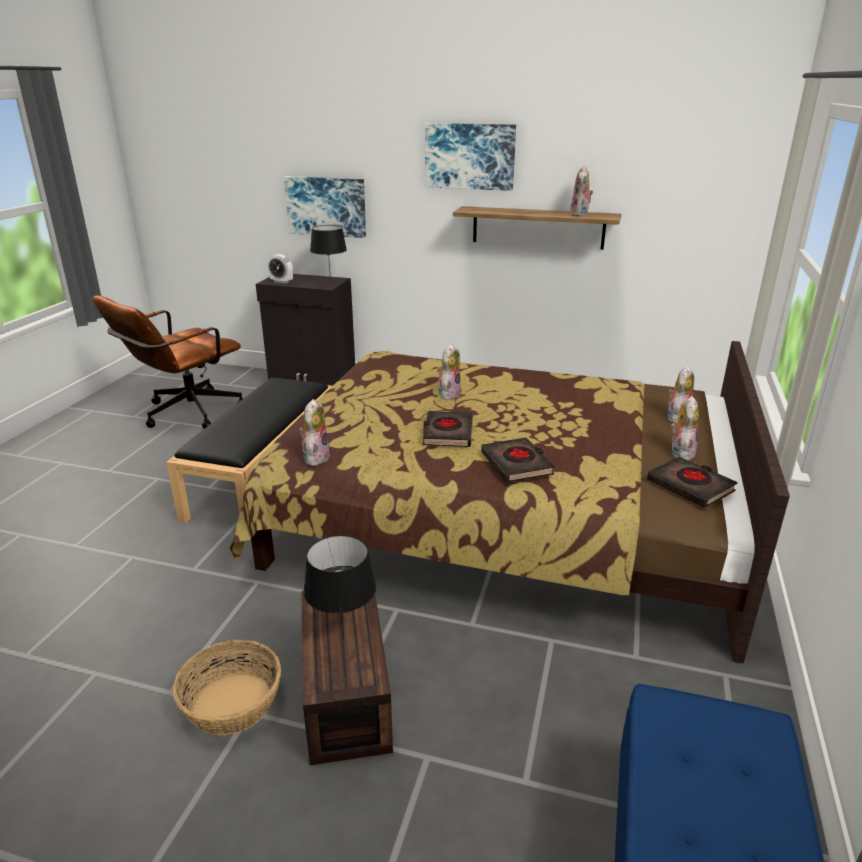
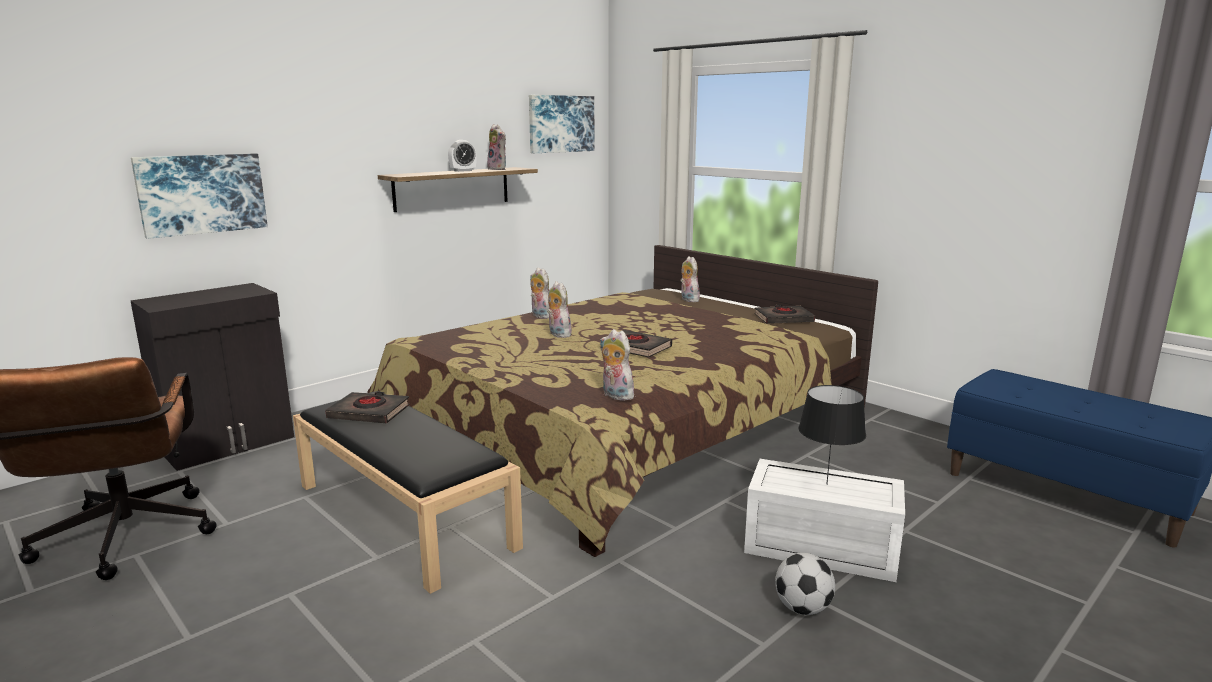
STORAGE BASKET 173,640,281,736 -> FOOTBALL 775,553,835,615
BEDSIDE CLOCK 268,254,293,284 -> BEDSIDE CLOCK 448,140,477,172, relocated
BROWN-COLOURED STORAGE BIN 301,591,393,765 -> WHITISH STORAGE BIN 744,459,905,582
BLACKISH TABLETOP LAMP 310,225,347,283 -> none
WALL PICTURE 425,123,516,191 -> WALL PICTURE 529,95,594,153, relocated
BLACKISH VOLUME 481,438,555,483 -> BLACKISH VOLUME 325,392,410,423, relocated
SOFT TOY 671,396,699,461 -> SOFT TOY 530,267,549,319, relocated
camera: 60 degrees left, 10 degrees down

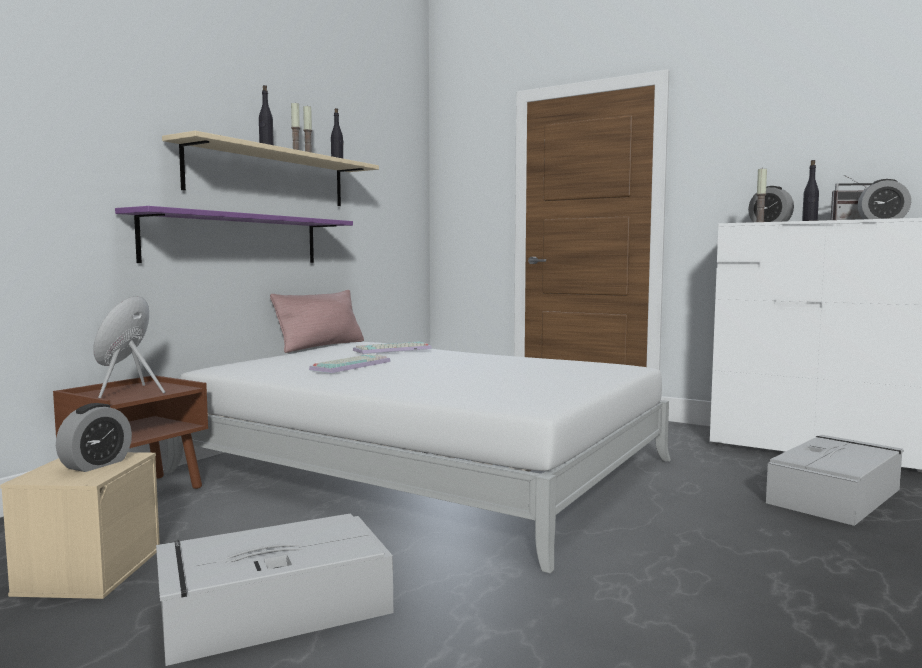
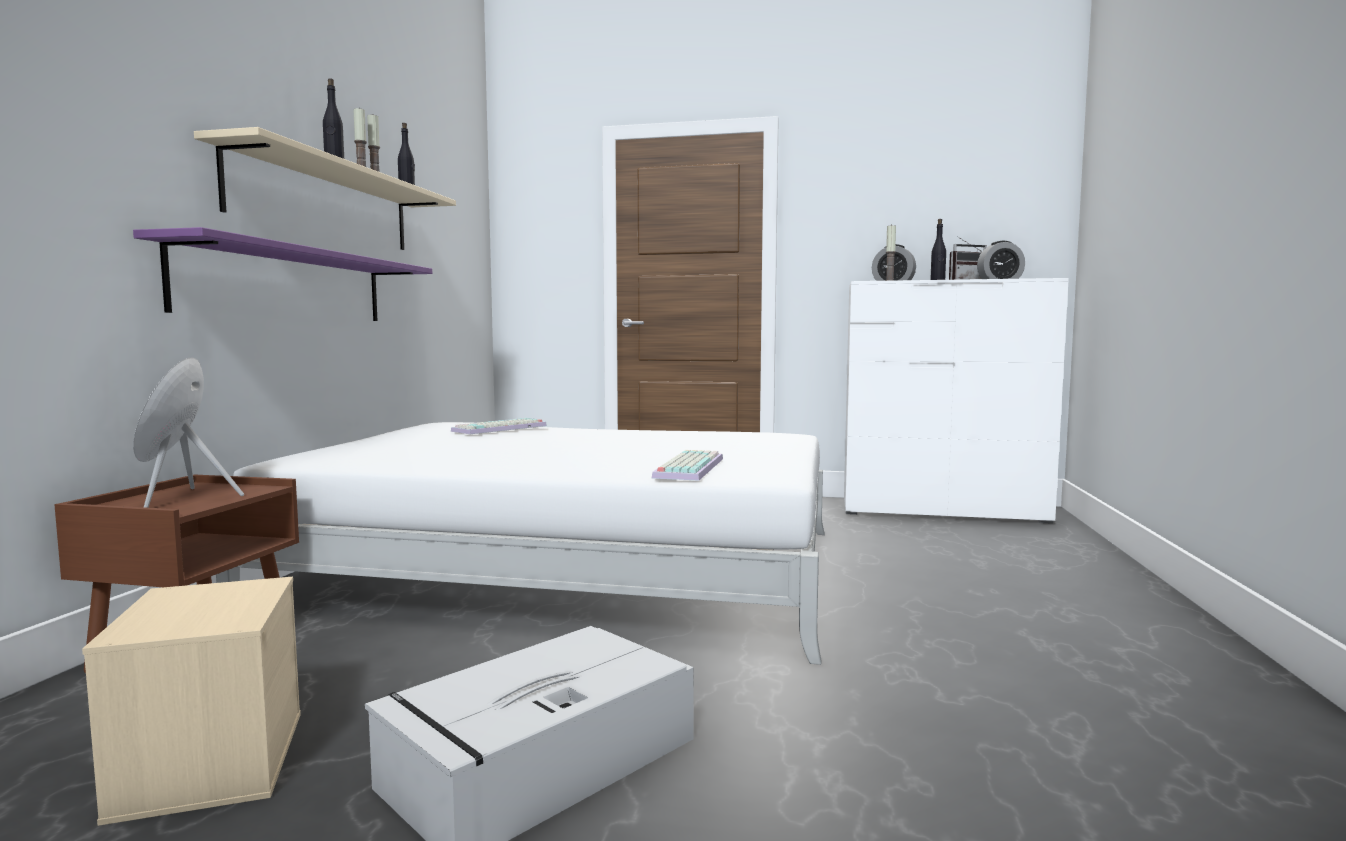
BEDSIDE CLOCK 56,403,132,472 -> none
PINKISH THROW PILLOW 270,290,364,353 -> none
PC KEYBOARD 309,354,391,373 -> PC KEYBOARD 652,450,723,481, relocated
GREY STORAGE BIN 766,435,904,526 -> none
camera: 20 degrees left, 0 degrees up

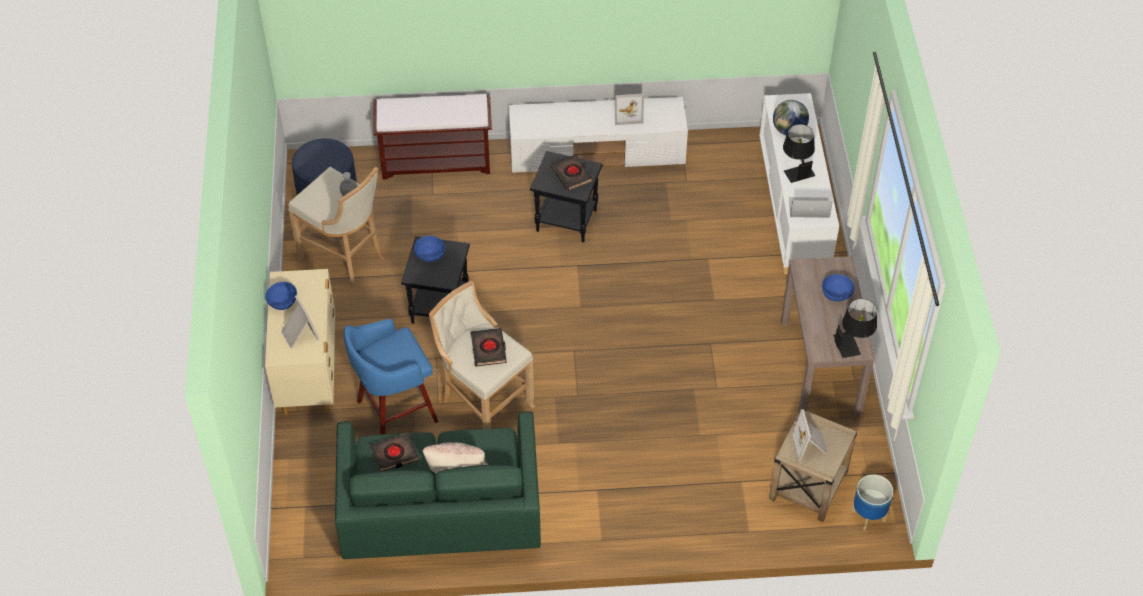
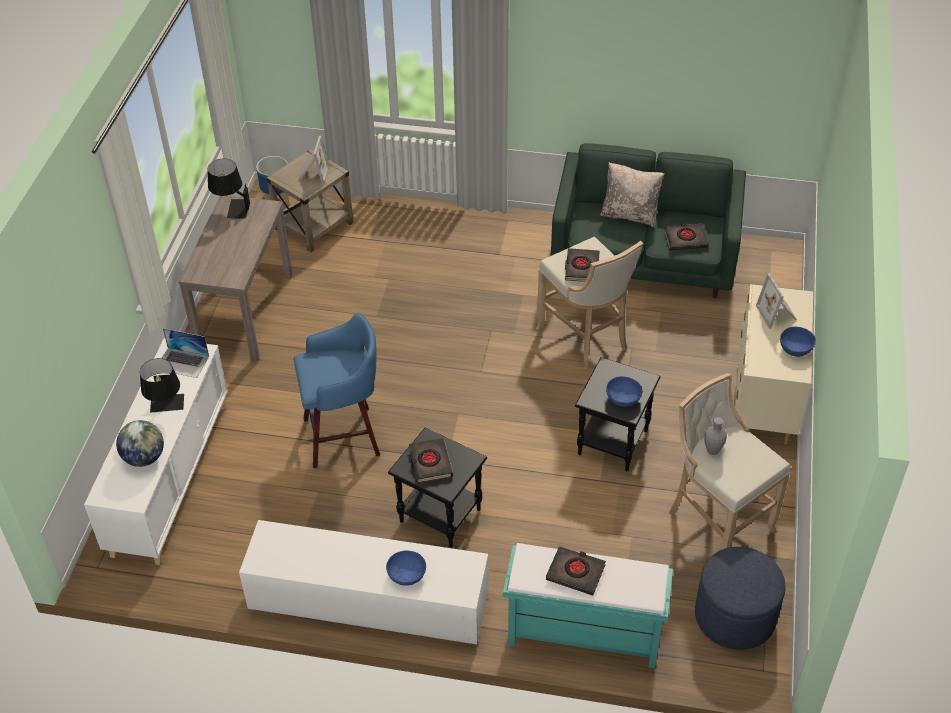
BLUE STOOL SEAT 344,319,439,435 -> BLUE STOOL SEAT 294,313,380,468, relocated
BROWN-COLOURED BENCH 374,94,492,180 -> TURQUOISE-COLOURED BENCH 503,543,673,668
PHOTO FRAME 615,94,644,125 -> none
BLUE SERVING BOWL 822,274,854,301 -> BLUE SERVING BOWL 386,550,426,586, relocated
none -> BLACKISH VOLUME 546,546,606,595
camera: 165 degrees left, 5 degrees down

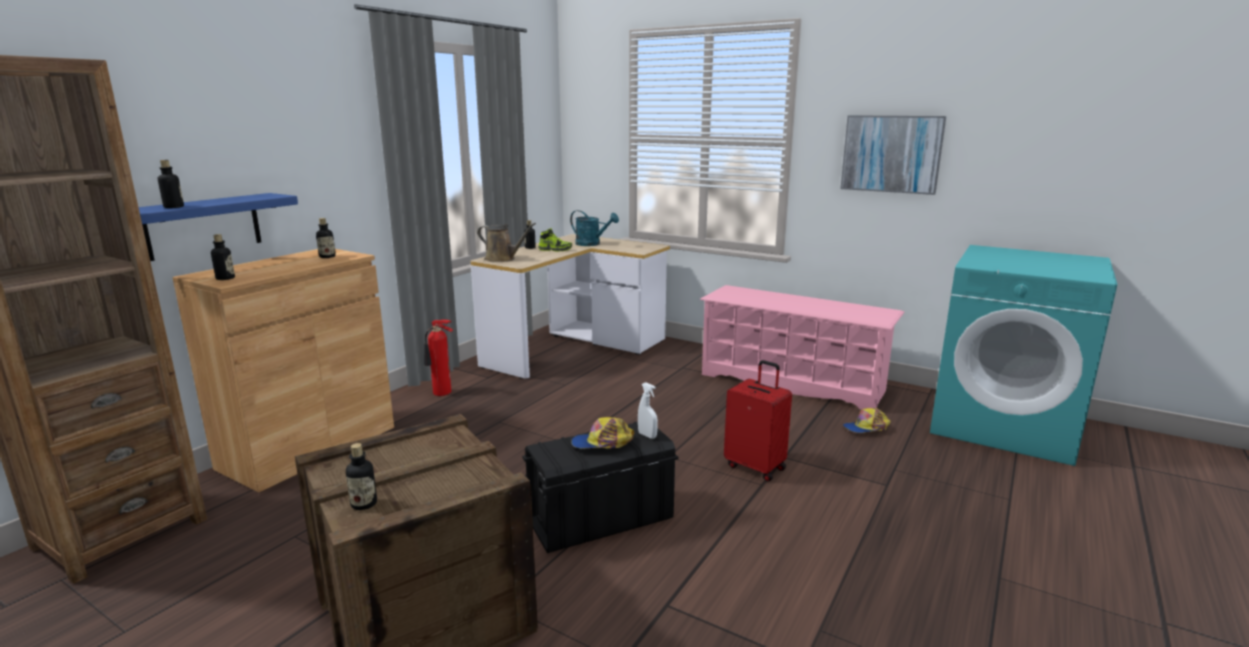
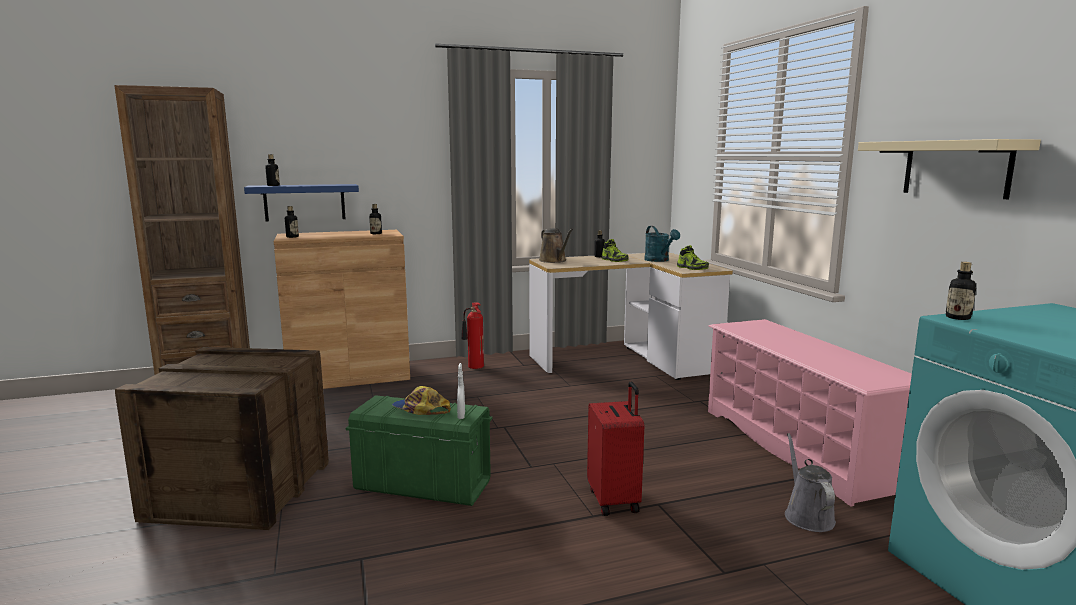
BEVERAGE BOTTLE 346,443,377,510 -> BEVERAGE BOTTLE 946,262,976,320, relocated
BLACKISH STORAGE BIN 522,421,679,553 -> GREENISH STORAGE BIN 346,395,492,506
WALL PICTURE 841,115,946,195 -> BEIGE-COLOURED WALL SHELF 858,139,1041,199
BASEBALL CAP 843,408,891,433 -> GREY WATERING CAN 785,433,836,532
none -> ITEM OF FOOTWEAR 677,245,709,270
camera: 40 degrees right, 5 degrees down

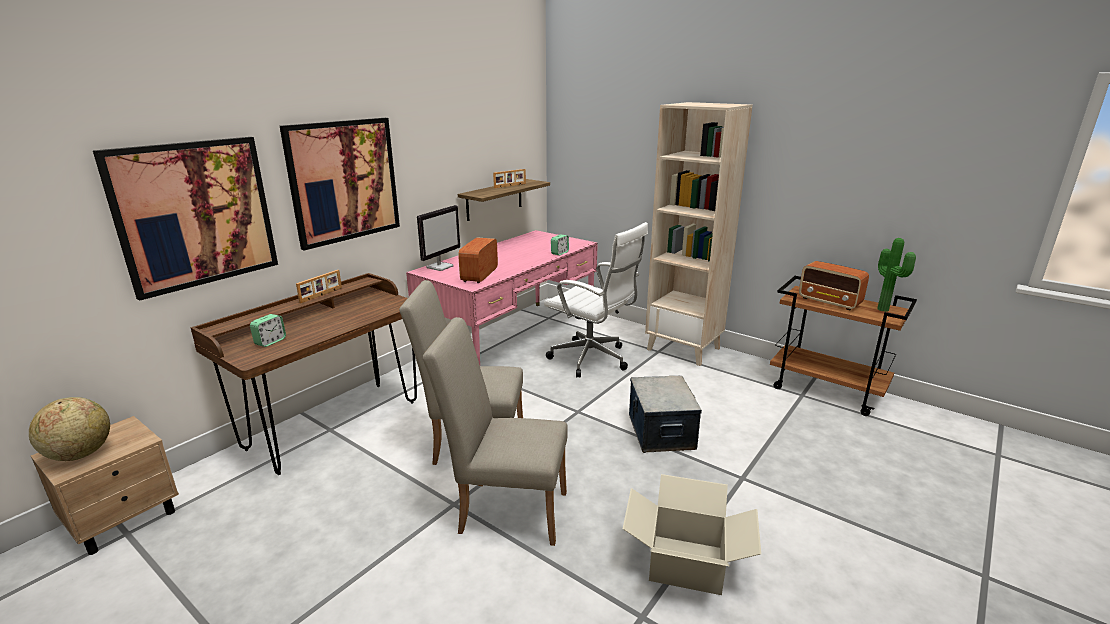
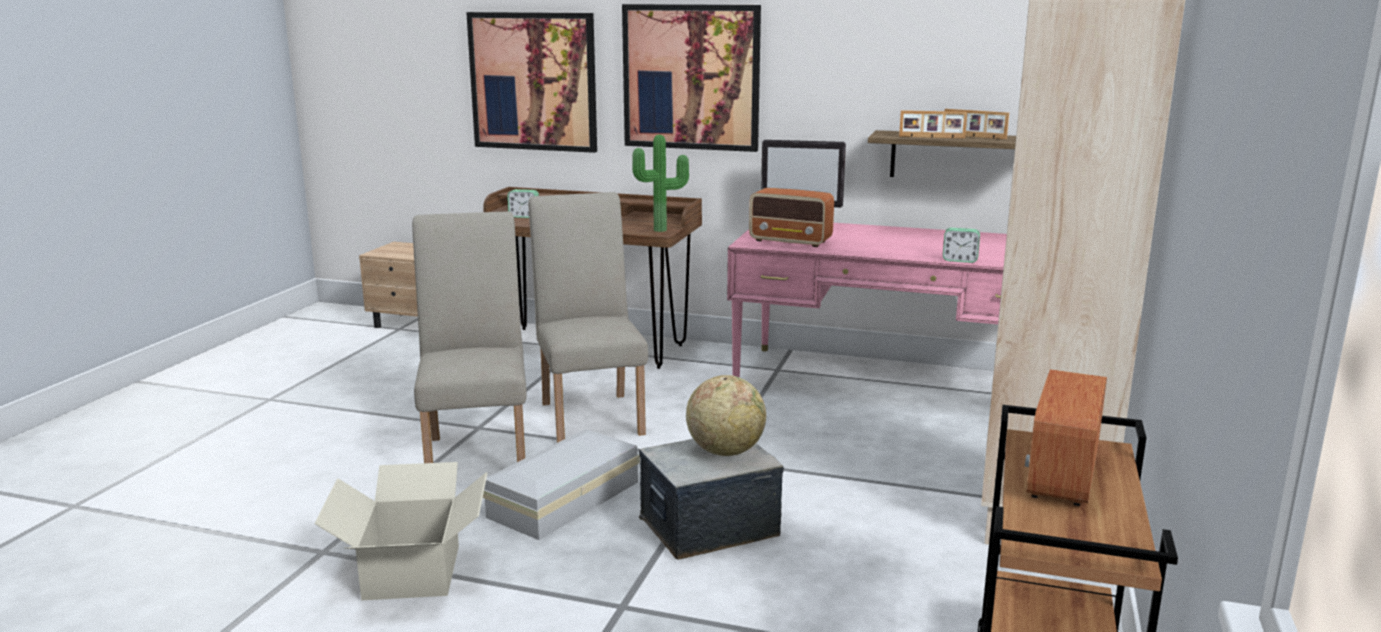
GLOBE 29,397,110,461 -> GLOBE 686,375,766,456, relocated
PHOTO FRAME 296,270,342,303 -> PHOTO FRAME 899,110,967,138, relocated
RADIO 458,237,498,283 -> RADIO 749,188,834,247, 150 degrees counterclockwise
WHITISH DESK CHAIR 544,222,648,377 -> none
POTTED PLANT 877,238,916,312 -> POTTED PLANT 632,135,689,232, relocated
none -> WHITISH STORAGE BIN 483,429,640,540
camera: 70 degrees right, 5 degrees down

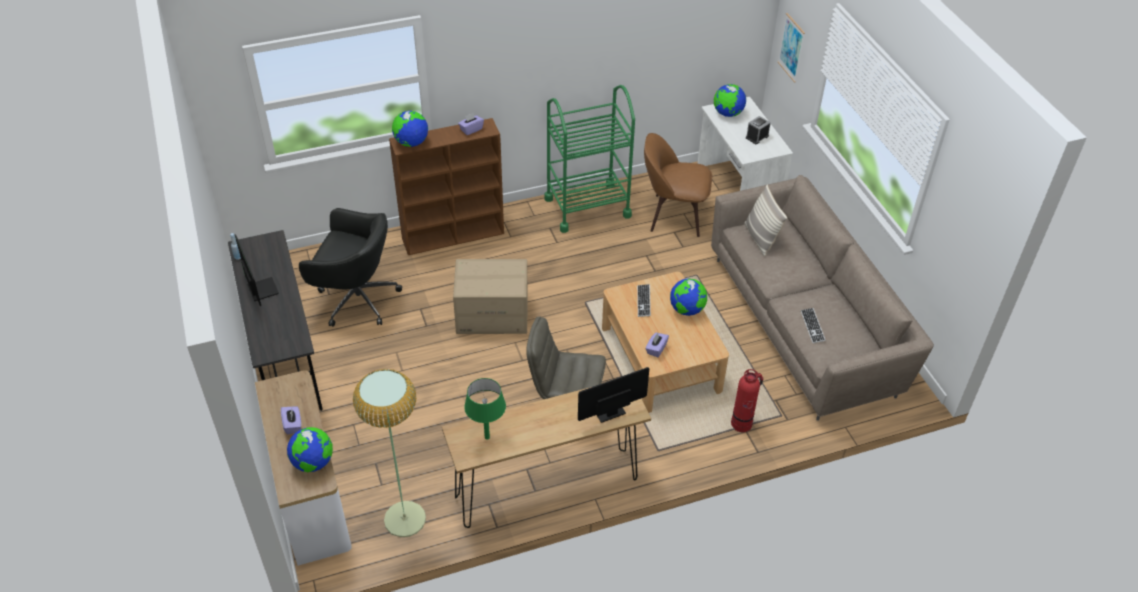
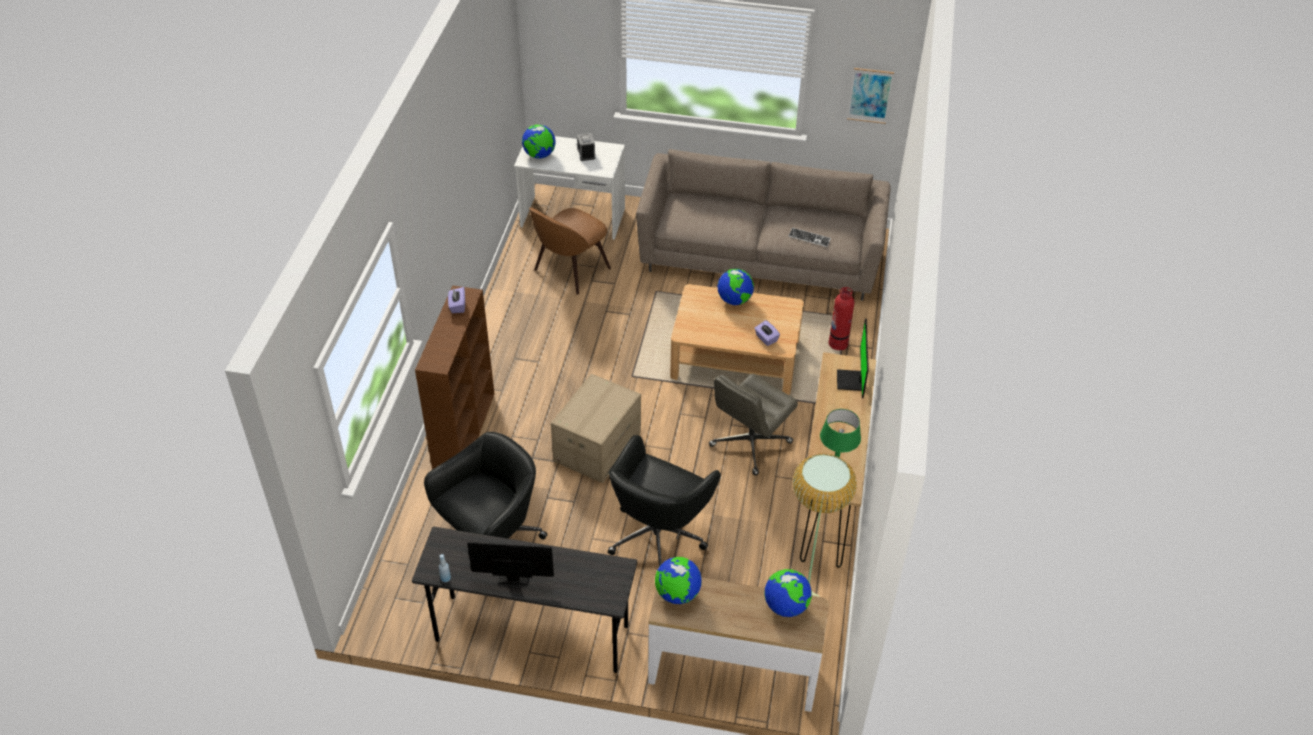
PURPLISH TISSUE BOX 281,406,301,434 -> none
GLOBE 392,111,428,147 -> GLOBE 655,557,702,604, relocated
GREENISH CART 544,85,635,233 -> none
PC KEYBOARD 637,284,651,317 -> none
THROW PILLOW 744,185,788,256 -> none
WALL PICTURE 778,13,805,82 -> WALL PICTURE 847,68,894,124, relocated
none -> BLACKISH DESK CHAIR 608,435,721,567
camera: 60 degrees left, 0 degrees up

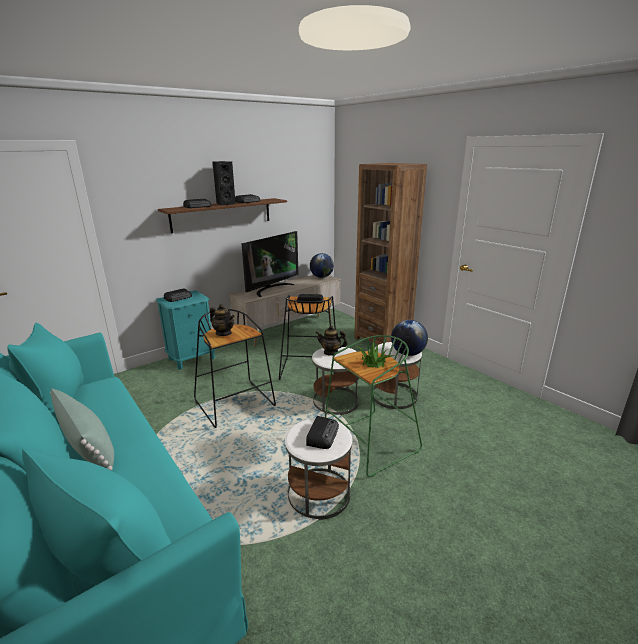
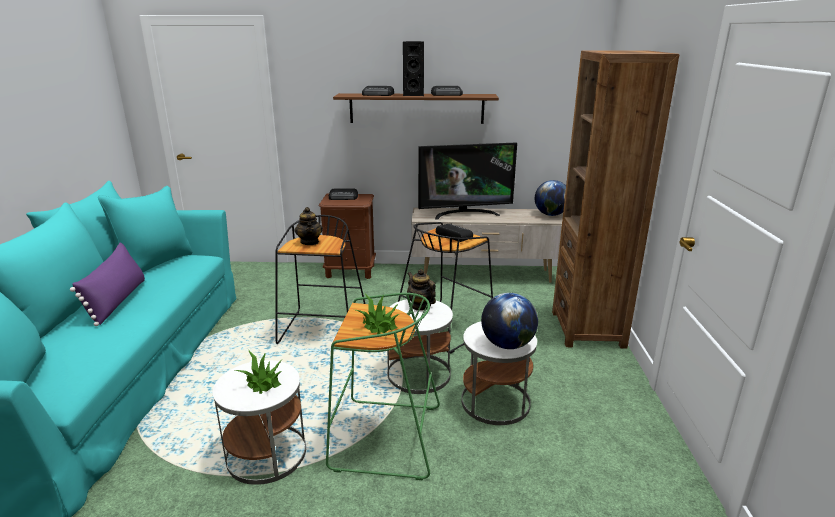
GREENISH THROW PILLOW 50,388,114,470 -> PURPLISH THROW PILLOW 70,242,145,326
TURQUOISE-COLOURED NIGHTSTAND 156,290,216,370 -> BROWN-COLOURED NIGHTSTAND 318,194,376,279
RADIO 306,416,339,449 -> POTTED PLANT 235,349,282,394
camera: 40 degrees right, 0 degrees up

